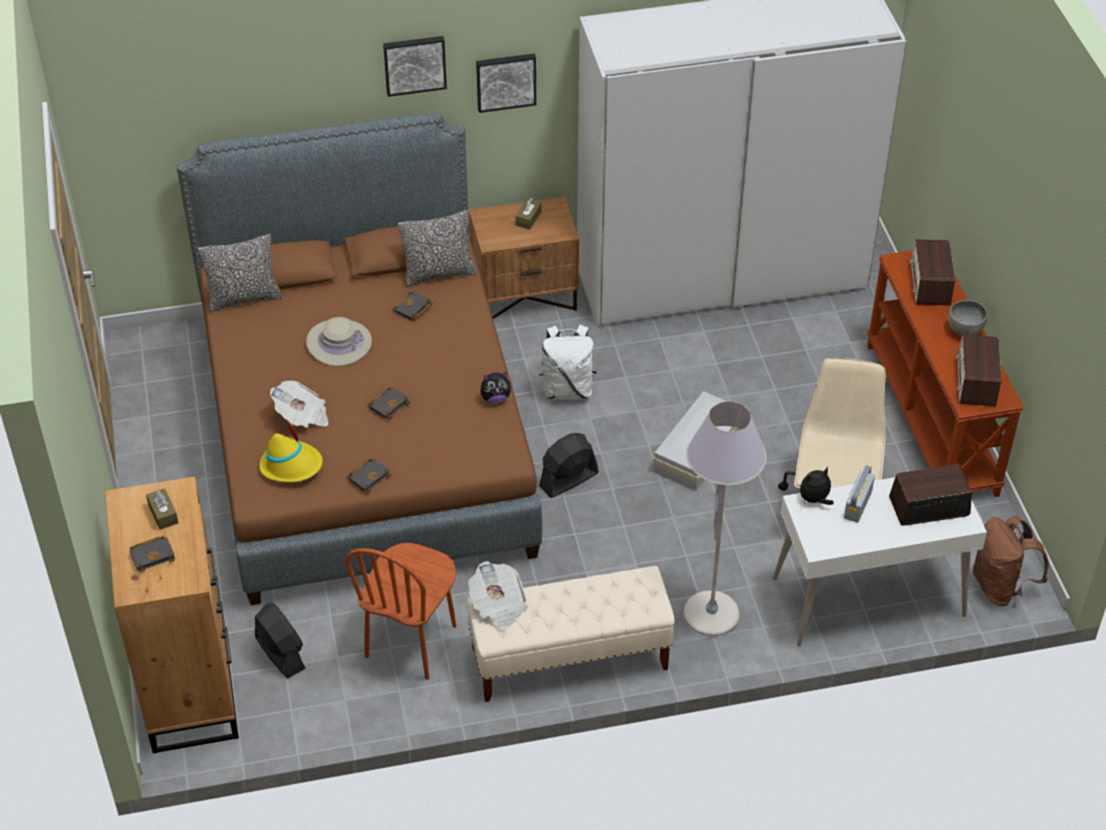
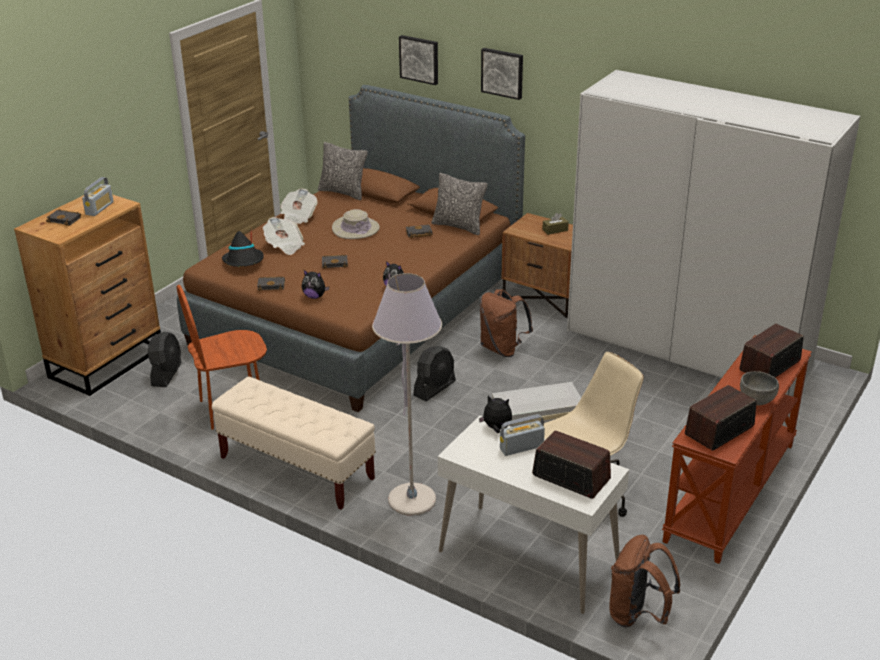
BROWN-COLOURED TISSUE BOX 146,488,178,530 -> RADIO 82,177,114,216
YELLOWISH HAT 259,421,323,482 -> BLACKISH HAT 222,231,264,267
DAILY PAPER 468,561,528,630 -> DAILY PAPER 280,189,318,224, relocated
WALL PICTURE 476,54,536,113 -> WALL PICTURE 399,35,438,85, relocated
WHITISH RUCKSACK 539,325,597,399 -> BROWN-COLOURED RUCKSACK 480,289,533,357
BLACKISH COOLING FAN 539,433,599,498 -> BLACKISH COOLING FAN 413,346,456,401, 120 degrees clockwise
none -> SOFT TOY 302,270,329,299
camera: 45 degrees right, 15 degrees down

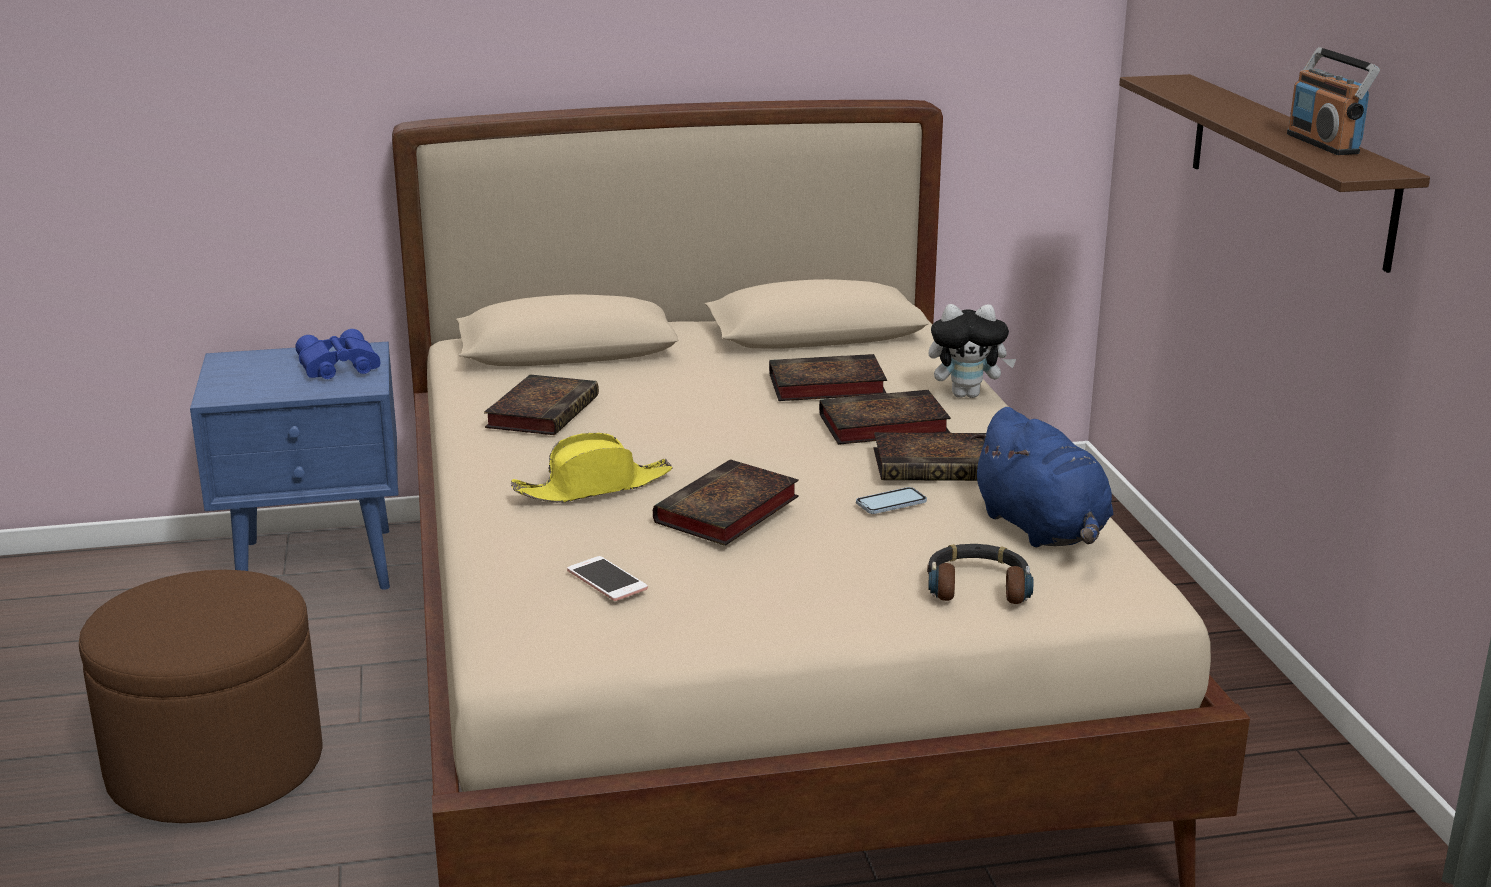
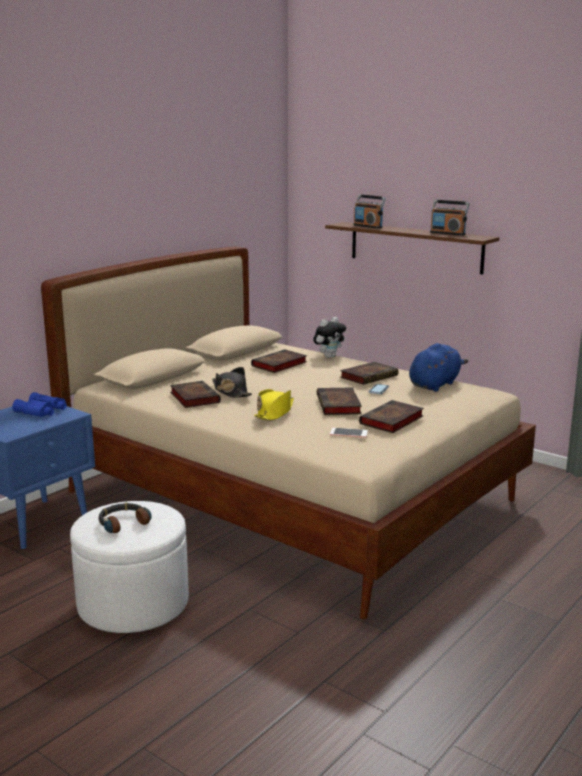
BROWN-COLOURED FOOTREST 79,570,323,823 -> WHITISH FOOTREST 70,501,189,633
VOLUME 819,390,951,445 -> VOLUME 359,400,424,433, relocated
PAIR OF HEADPHONES 927,544,1033,604 -> PAIR OF HEADPHONES 98,503,152,533, relocated
BLUE SOFT TOY 970,407,1113,548 -> BLUE SOFT TOY 409,343,468,392, 75 degrees counterclockwise
none -> BLACKISH HAT 212,367,252,398
none -> RADIO 353,194,386,228
camera: 40 degrees left, 5 degrees down

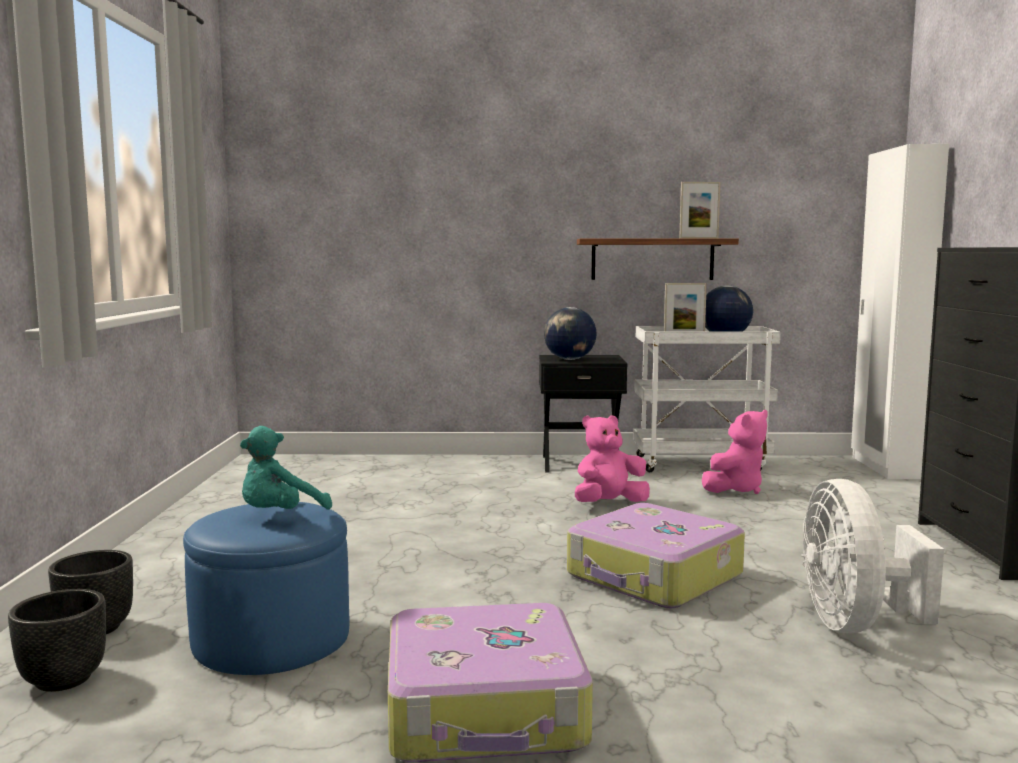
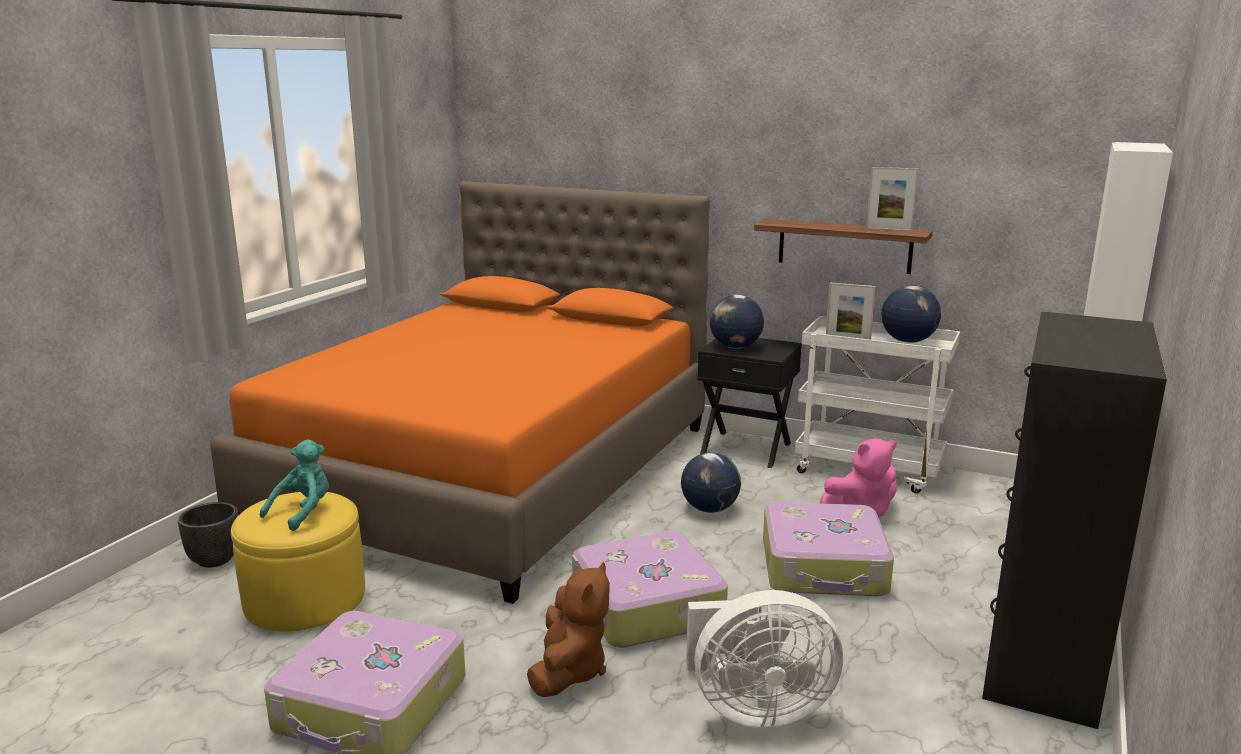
BLACKISH PLANTER 8,589,106,692 -> none
BLUE FOOTREST 183,502,349,675 -> YELLOWISH FOOTREST 231,492,365,631
TURQUOISE-COLOURED SOFT TOY 240,426,332,510 -> TURQUOISE-COLOURED SOFT TOY 260,440,329,531, 150 degrees clockwise
PINKISH SOFT TOY 575,415,650,502 -> GLOBE 681,452,741,513
WHITISH COOLING FAN 801,479,944,633 -> WHITISH COOLING FAN 686,590,843,728, 120 degrees counterclockwise
none -> ORANGE-COLOURED SLEEPING BED 210,181,710,604
none -> BROWN-COLOURED SOFT TOY 527,562,610,697
none -> SUITCASE 763,502,894,596
camera: 25 degrees right, 10 degrees up

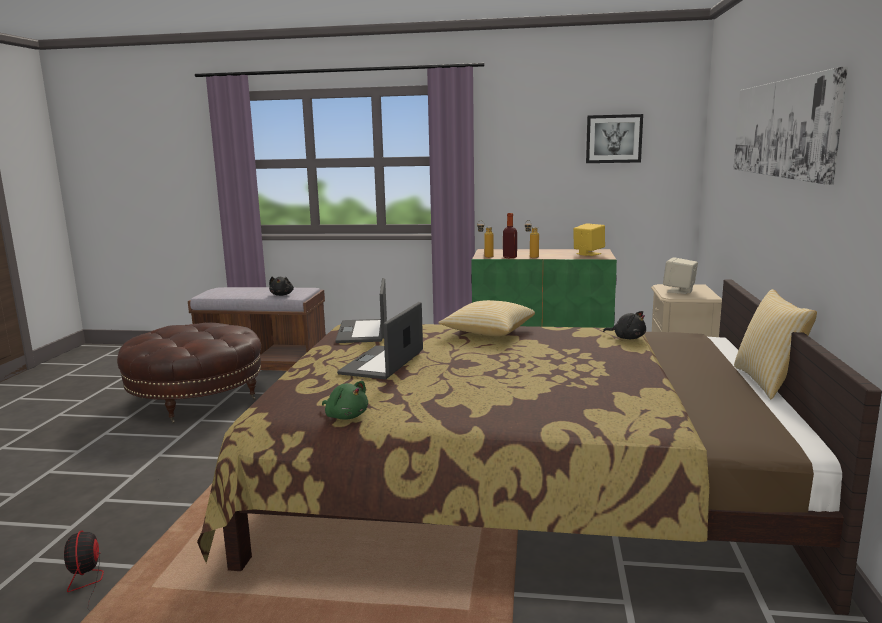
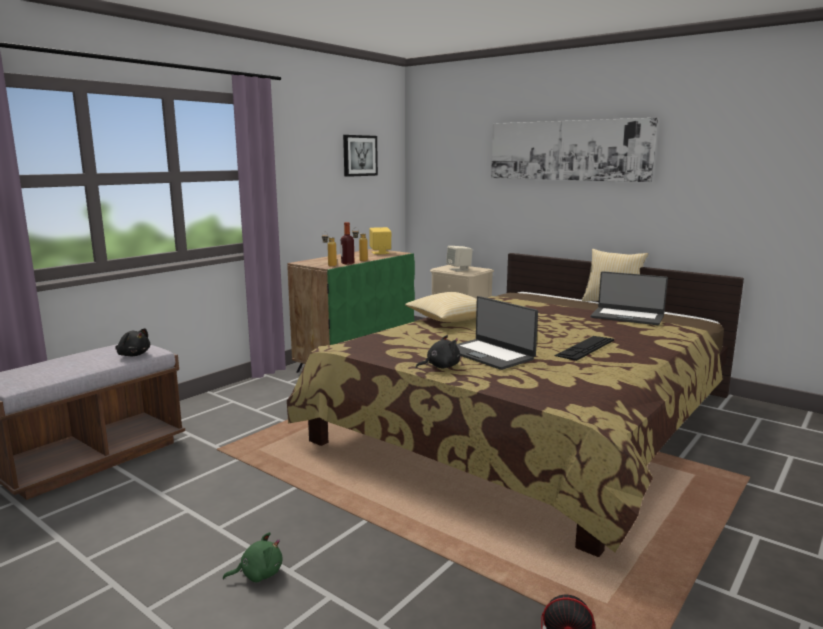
BROWN-COLOURED FOOTREST 117,322,261,423 -> none
GREENISH SOFT TOY 322,381,368,420 -> GREENISH SOFT TOY 223,532,282,582, relocated
LAPTOP 335,278,387,343 -> LAPTOP 591,271,668,325, relocated
BLACKISH SOFT TOY 603,311,646,339 -> BLACKISH SOFT TOY 416,335,460,369, relocated
none -> PC KEYBOARD 554,336,614,361
camera: 60 degrees left, 0 degrees up

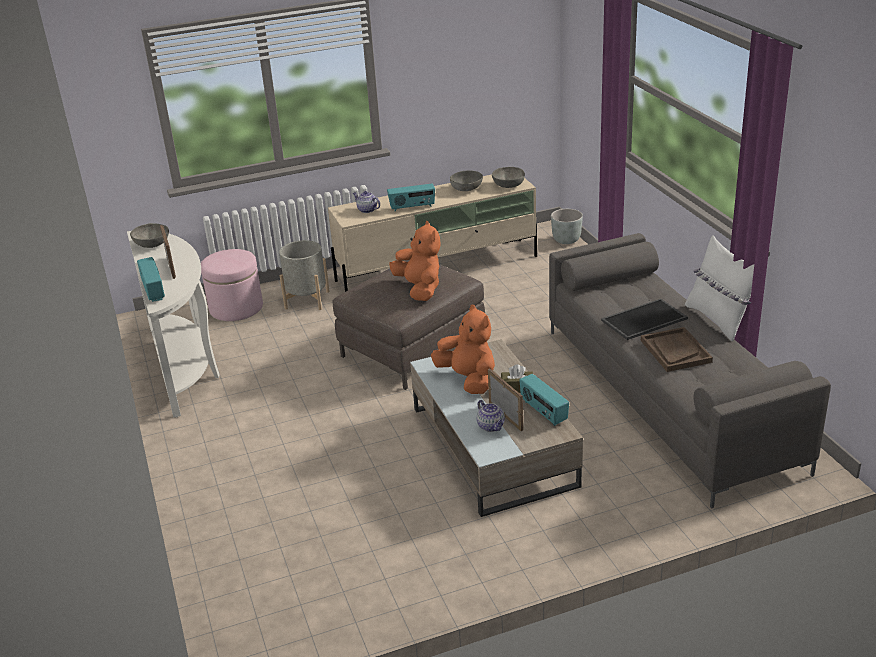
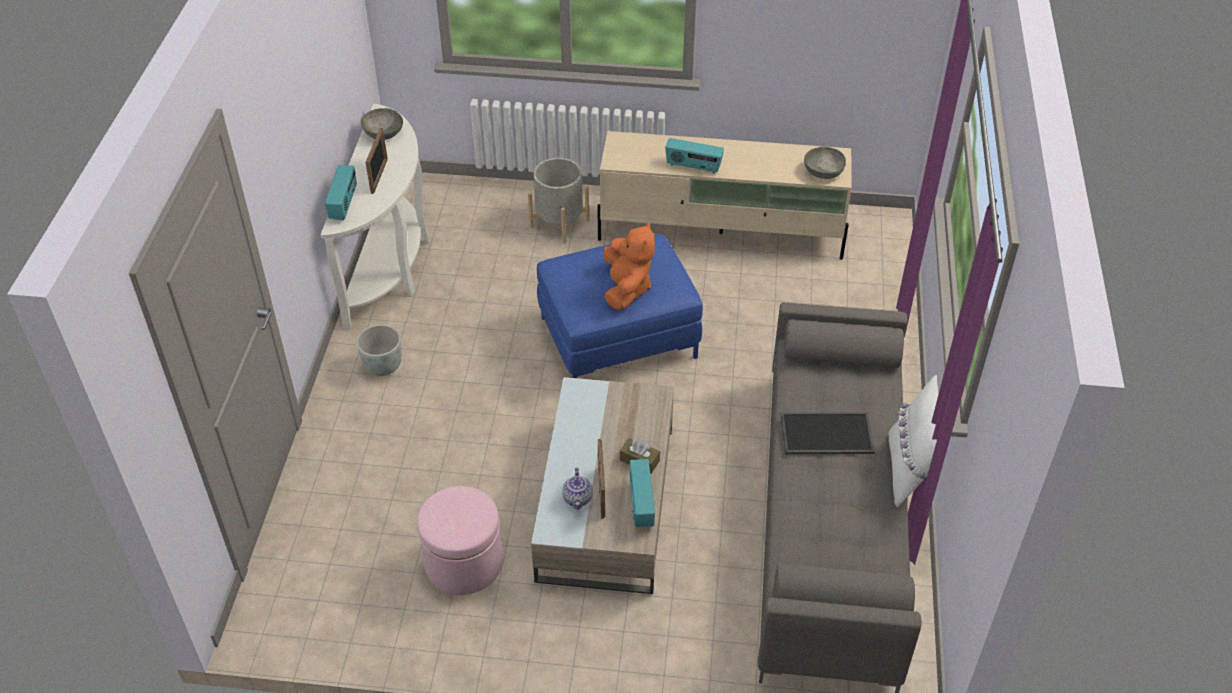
PINKISH FOOTREST 201,249,263,321 -> PINKISH FOOTREST 417,486,503,595, relocated
BROWN-COLOURED FOOTREST 333,260,485,390 -> BLUE FOOTREST 537,234,703,378
TEAPOT 353,191,380,213 -> none
ORANGE-COLOURED SOFT TOY 431,305,495,394 -> none
GREY SERVING BOWL 450,171,483,191 -> none
GREY PLANTER 551,209,583,244 -> GREY PLANTER 356,325,402,376, relocated
BROWN-COLOURED CARRYING TRAY 641,327,713,372 -> none
camera: 25 degrees right, 15 degrees up

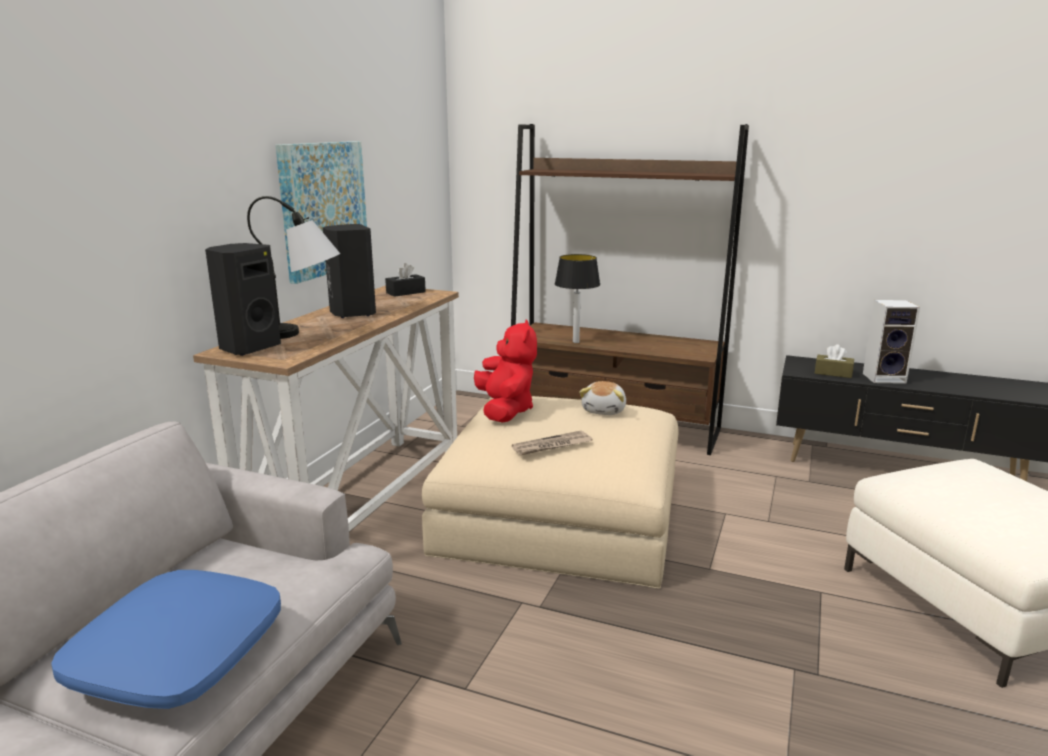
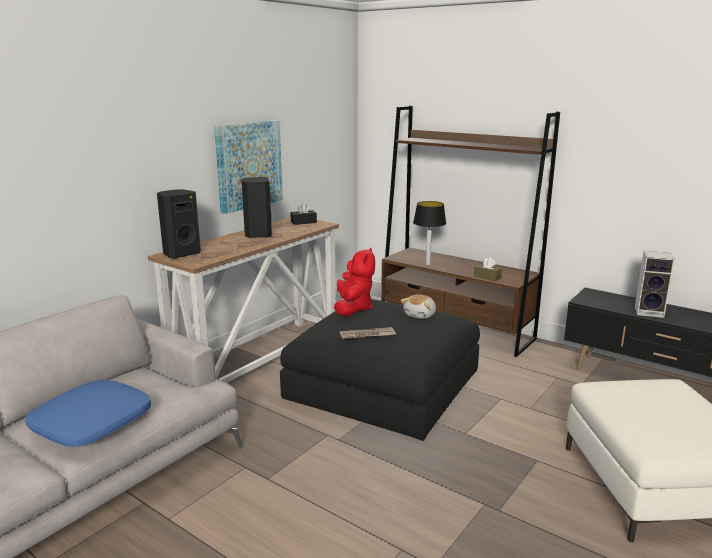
TABLETOP LAMP 247,196,340,339 -> none
BEIGE-COLOURED FOOTREST 422,396,678,589 -> BLACKISH FOOTREST 280,299,480,441
BROWN-COLOURED TISSUE BOX 815,344,854,378 -> BROWN-COLOURED TISSUE BOX 474,257,502,281, relocated
camera: 15 degrees right, 0 degrees up

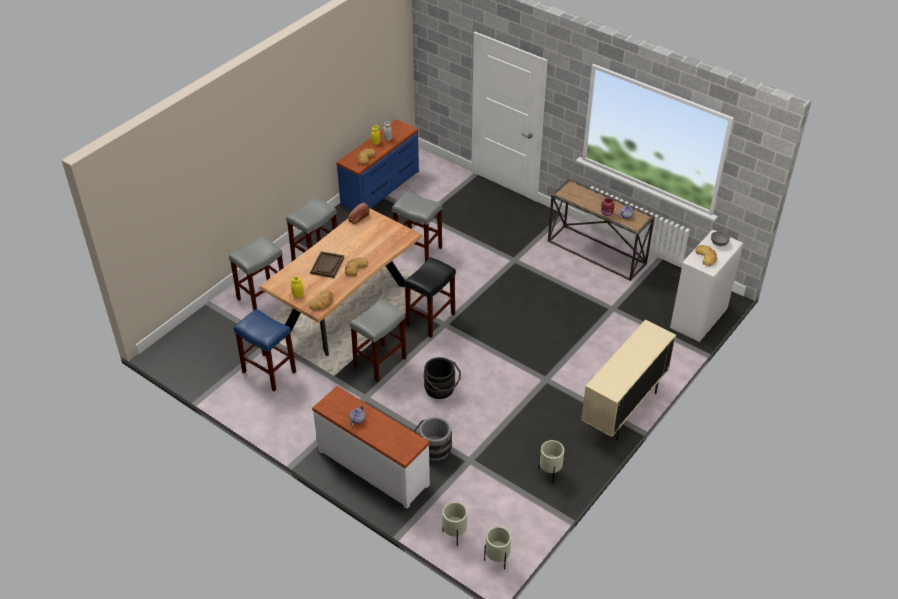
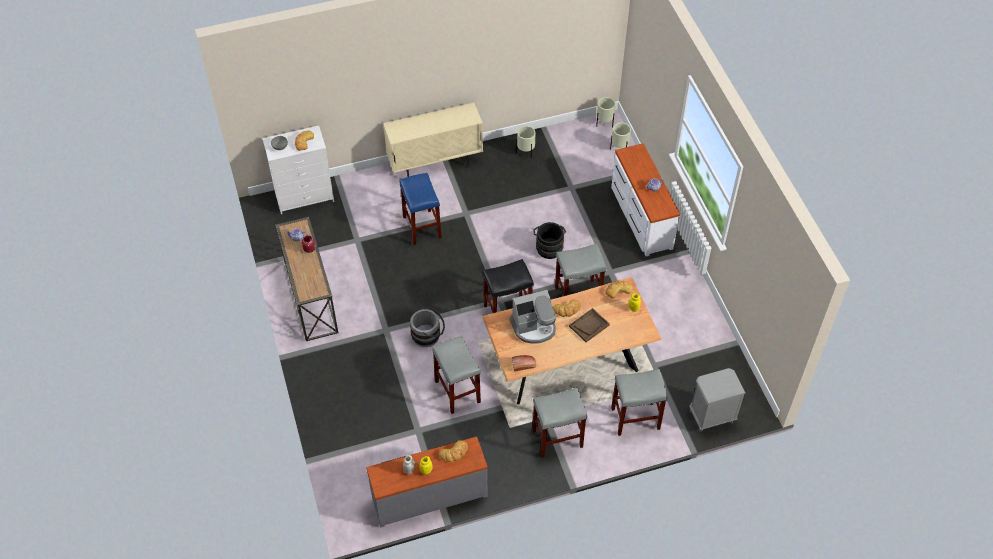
BLUE STOOL SEAT 234,309,296,391 -> BLUE STOOL SEAT 400,173,442,245, relocated
BLUE CHEST OF DRAWERS 336,119,419,209 -> GREY CHEST OF DRAWERS 366,436,488,527
GREY WATER BUCKET 414,417,452,461 -> GREY WATER BUCKET 410,308,445,347, relocated
none -> COFFEE MAKER 510,290,556,344
none -> GREY NIGHTSTAND 689,368,746,432
camera: 145 degrees left, 10 degrees up

